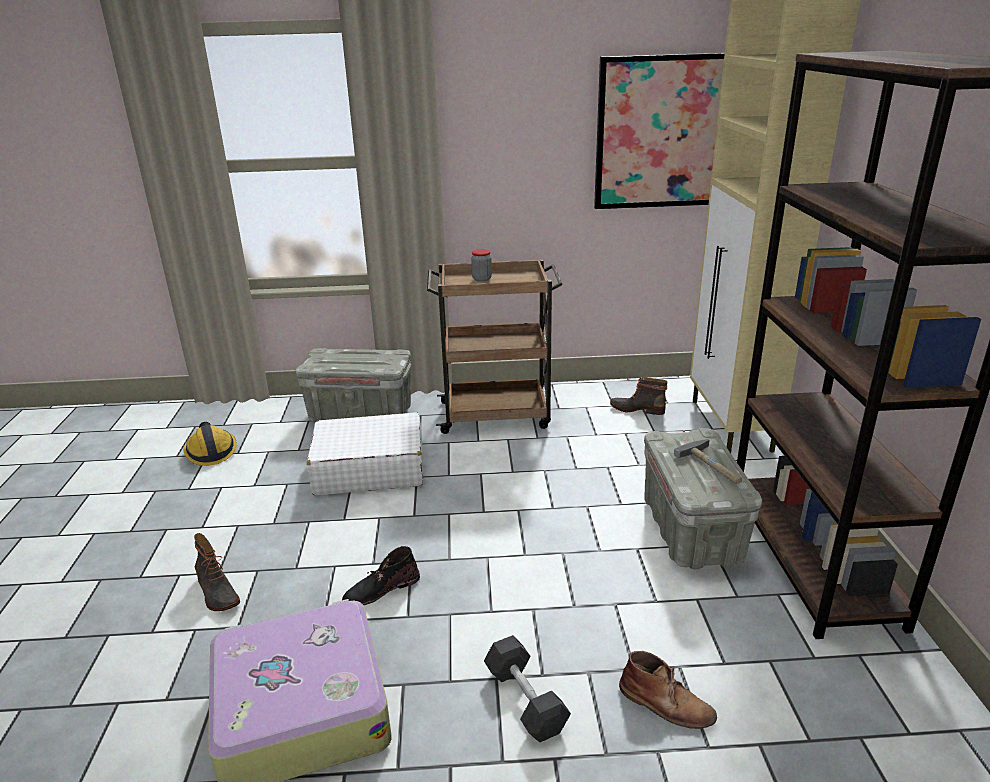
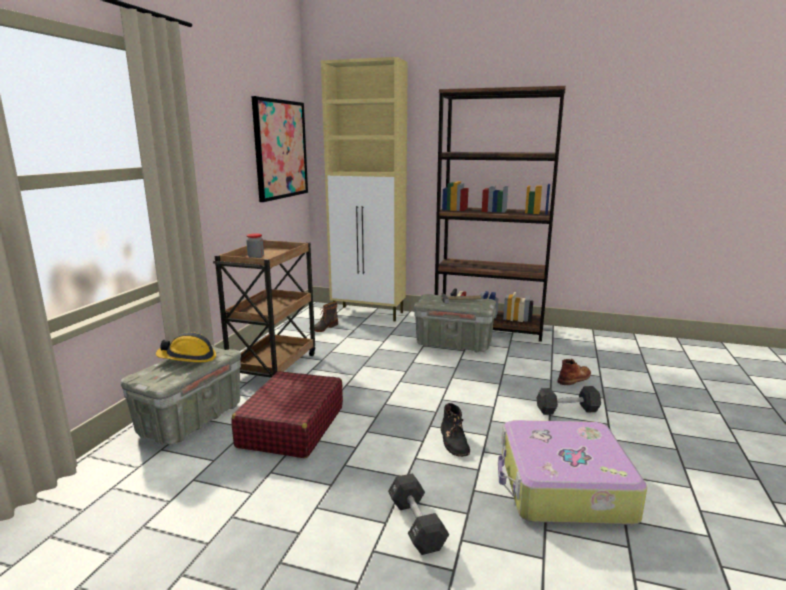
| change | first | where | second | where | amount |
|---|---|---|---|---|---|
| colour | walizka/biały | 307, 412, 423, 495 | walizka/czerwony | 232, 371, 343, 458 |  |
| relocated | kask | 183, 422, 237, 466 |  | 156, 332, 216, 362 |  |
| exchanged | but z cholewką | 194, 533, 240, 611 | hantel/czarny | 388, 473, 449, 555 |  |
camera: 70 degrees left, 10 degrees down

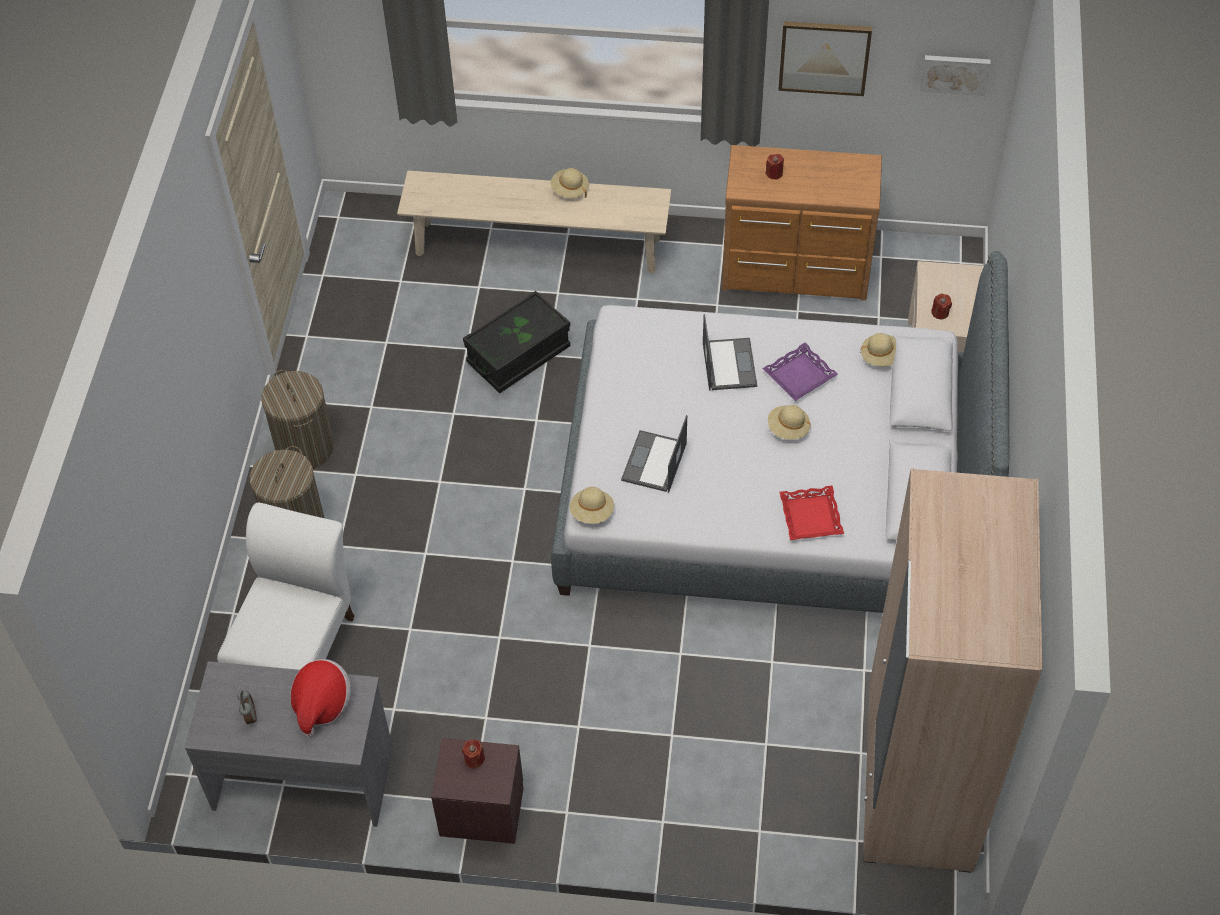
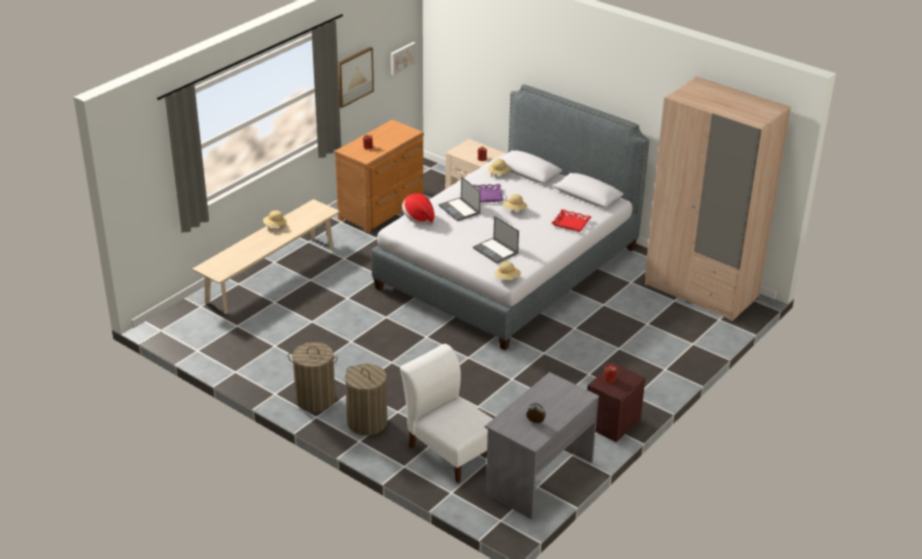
| change | first | where | second | where | amount |
|---|---|---|---|---|---|
| missing | pojemnik do przechowywania/czarny | 463, 291, 570, 393 |  |  |  |
| spun | laptop | 703, 314, 757, 390 |  | 439, 176, 481, 221 | 150 degrees counterclockwise |
| relocated | kapelusz | 290, 659, 351, 737 |  | 402, 193, 435, 225 |  |
camera: 60 degrees left, 20 degrees down

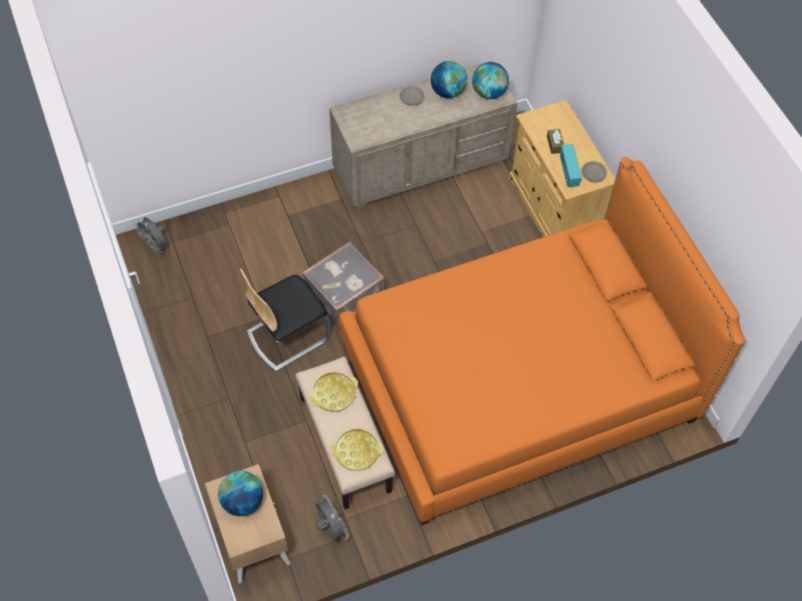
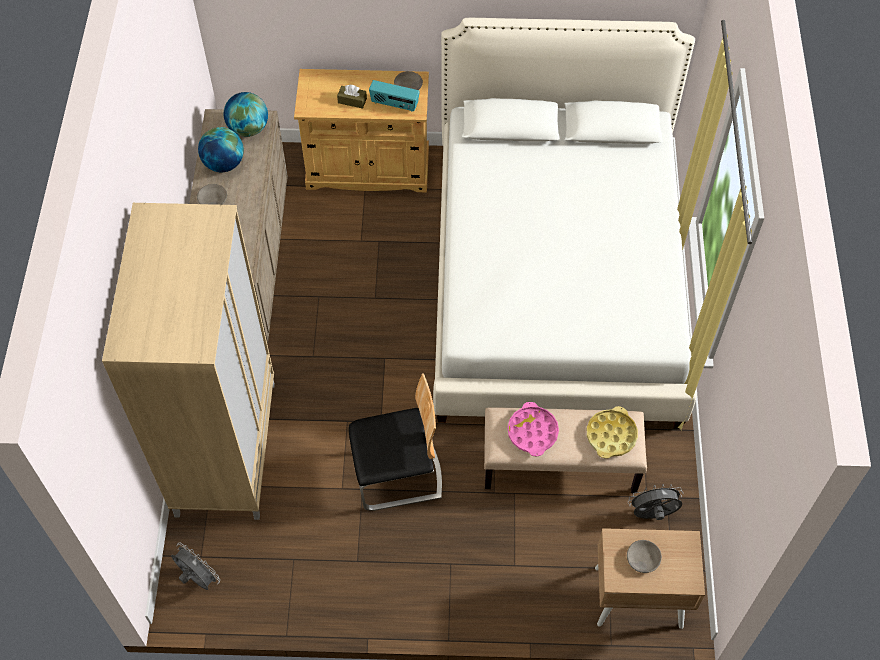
| change | first | where | second | where | amount |
|---|---|---|---|---|---|
| colour | łóżko/pomarańczowy | 339, 157, 745, 525 | łóżko/biały | 433, 18, 697, 429 |  |
| spun | wentylator/szary | 134, 217, 168, 255 |  | 171, 543, 220, 590 | 120 degrees counterclockwise |
| missing | walizka/szary | 302, 241, 384, 330 |  |  |  |
| spun | krzesło | 240, 269, 330, 372 |  | 349, 373, 442, 511 | 90 degrees counterclockwise |
| colour | taca/żółty | 310, 372, 358, 412 | taca/różowy | 508, 402, 559, 456 |  |
| exchanged | globus | 218, 471, 263, 516 | miska/szary | 627, 540, 662, 573 |  |
| appeared |  |  | szafa/beżowy | 102, 203, 275, 520 |  |
camera: 65 degrees left, 0 degrees up

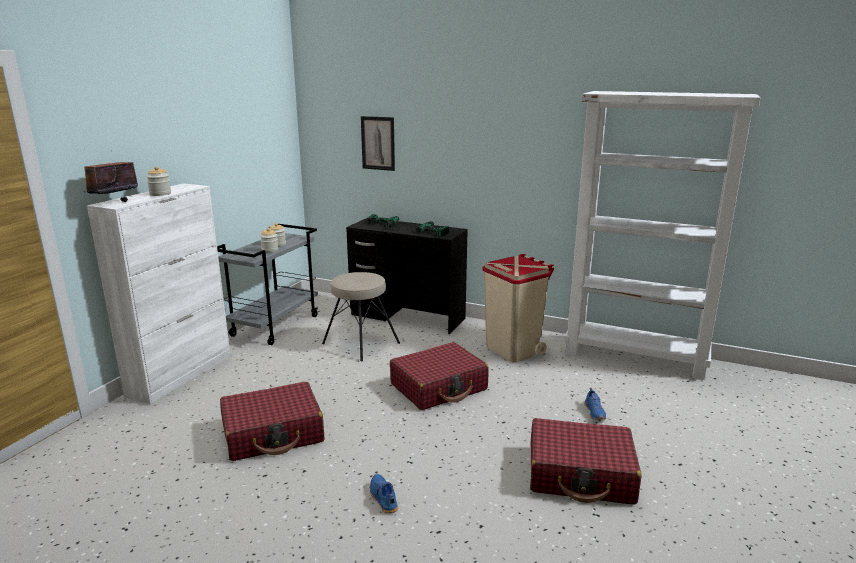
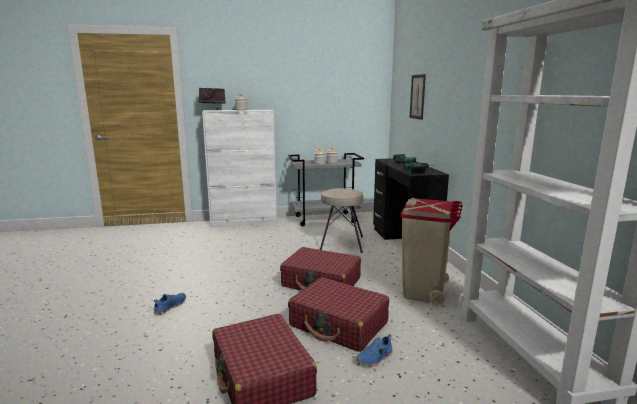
| change | first | where | second | where | amount |
|---|---|---|---|---|---|
| relocated | walizka/czerwony | 220, 382, 324, 461 |  | 288, 277, 389, 352 |  |
camera: 55 degrees right, 5 degrees down

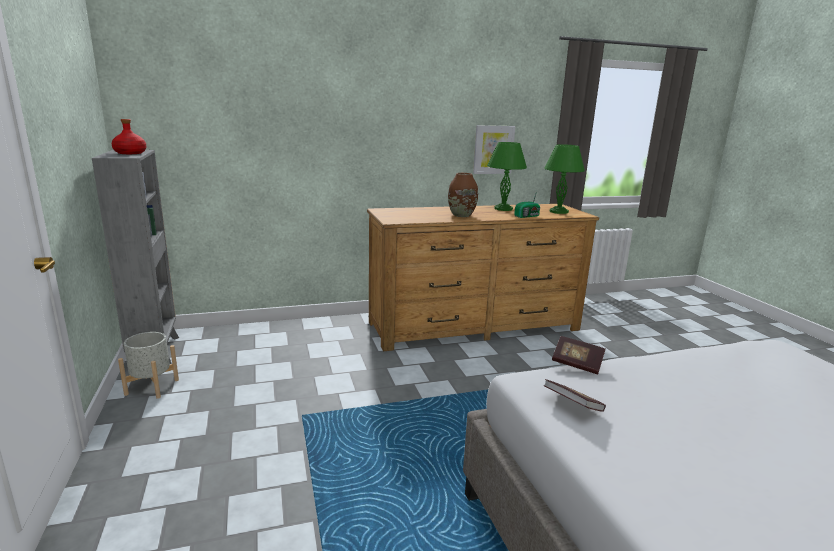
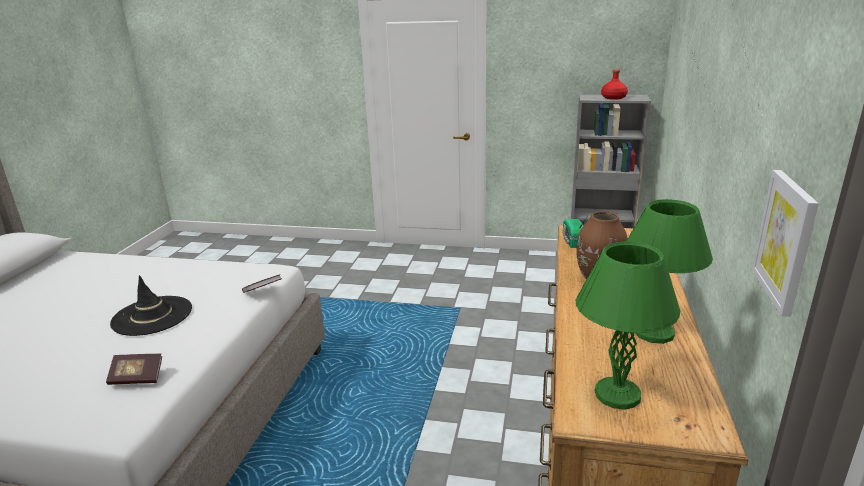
| change | first | where | second | where | amount |
|---|---|---|---|---|---|
| relocated | radio | 514, 191, 540, 218 |  | 563, 214, 589, 248 |  |
| missing | donica/szary | 118, 332, 179, 399 |  |  |  |
| relocated | książka | 544, 379, 606, 412 |  | 106, 354, 162, 385 |  |
| appeared |  |  | kapelusz/czarny | 110, 275, 192, 336 |  |
camera: 120 degrees right, 5 degrees up

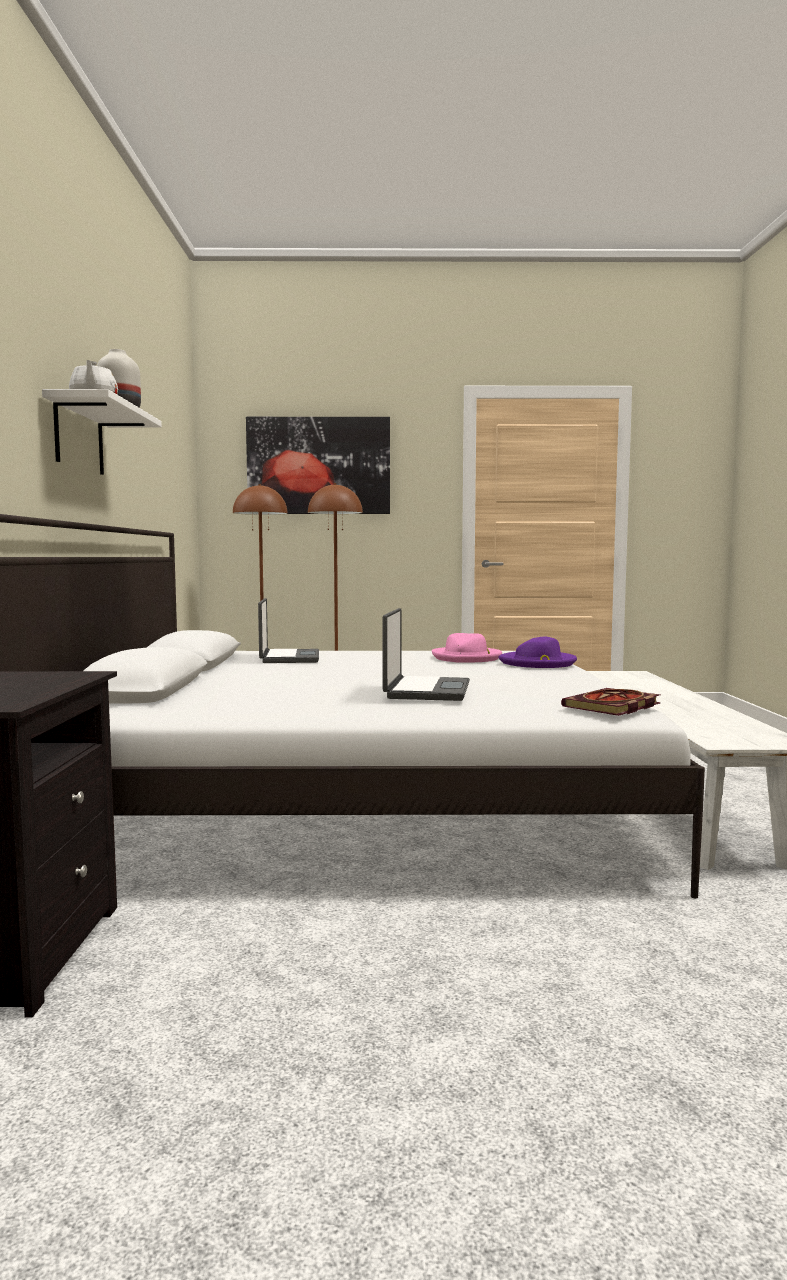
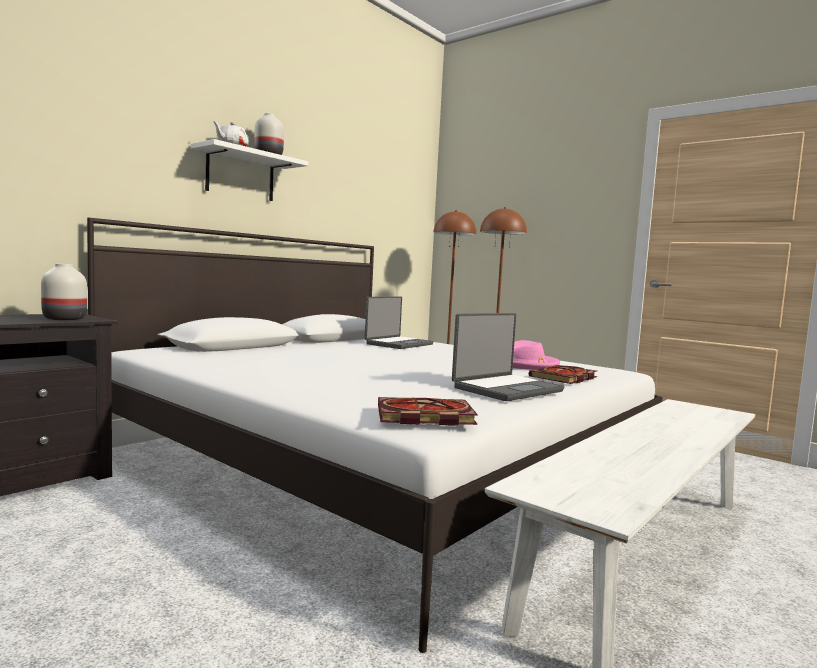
| change | first | where | second | where | amount |
|---|---|---|---|---|---|
| missing | obraz | 246, 417, 390, 514 |  |  |  |
| relocated | laptop | 382, 608, 470, 701 |  | 452, 313, 564, 401 |  |
| exchanged | kapelusz/fioletowy | 499, 637, 577, 668 | książka | 529, 365, 597, 384 |  |
| appeared |  |  | wazon/biały | 41, 264, 87, 320 |  |
camera: 40 degrees right, 0 degrees up

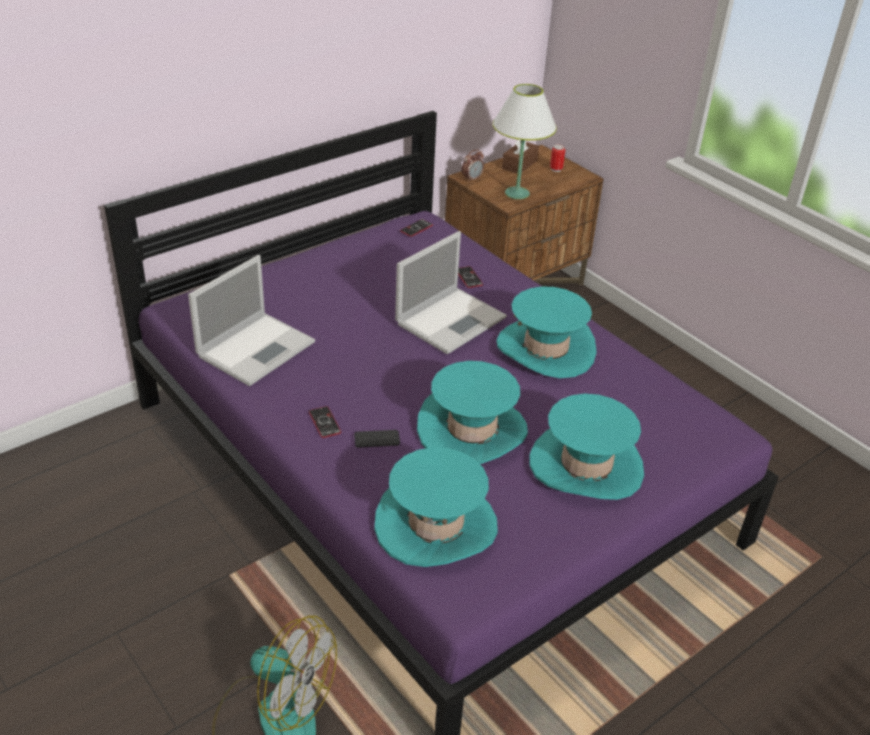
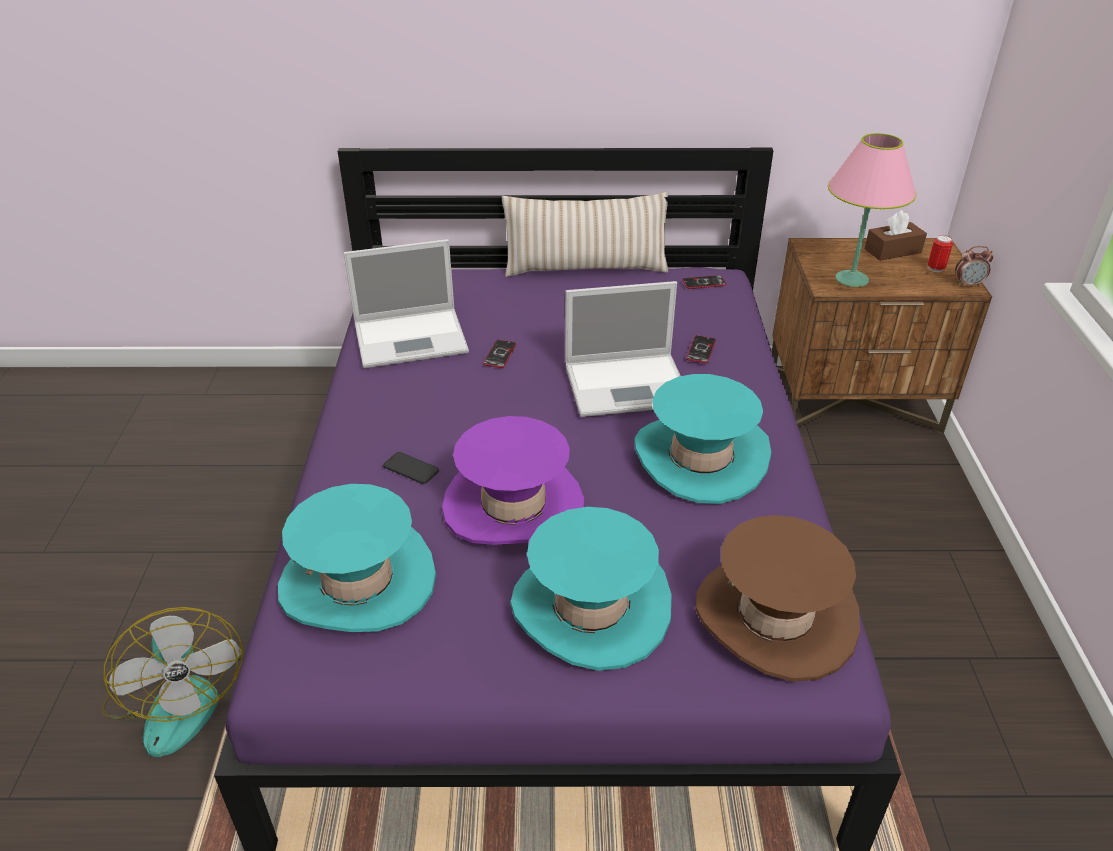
| change | first | where | second | where | amount |
|---|---|---|---|---|---|
| colour | lampa stołowa/biały | 493, 84, 557, 199 | lampa stołowa/różowy | 828, 133, 916, 287 |  |
| relocated | budzik | 462, 149, 484, 182 |  | 955, 246, 993, 287 |  |
| colour | kapelusz/turkusowy | 417, 361, 528, 464 | kapelusz/fioletowy | 442, 416, 585, 545 |  |
| relocated | telefon | 309, 406, 341, 438 |  | 483, 340, 517, 368 |  |
| appeared |  |  | poduszka/beżowy | 502, 192, 668, 277 |  |
| appeared |  |  | kapelusz/brązowy | 695, 515, 860, 682 |  |
camera: 40 degrees right, 0 degrees up

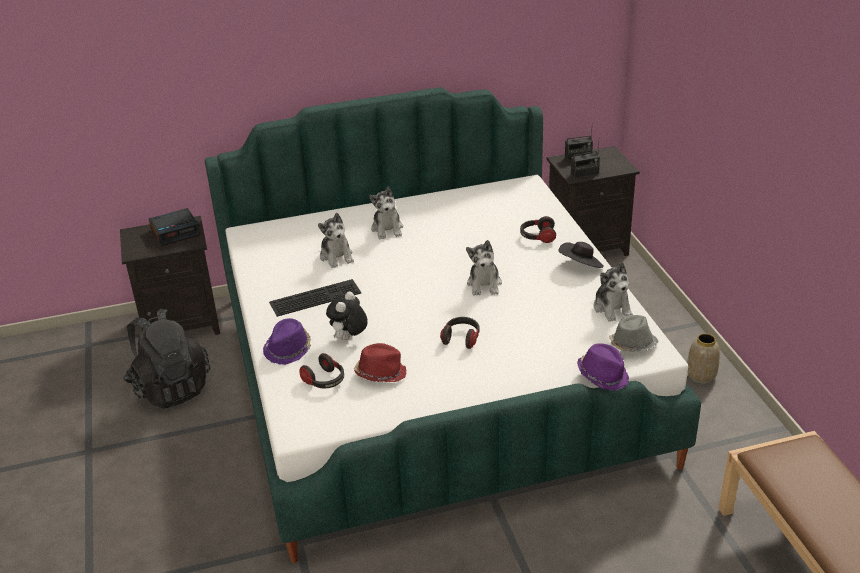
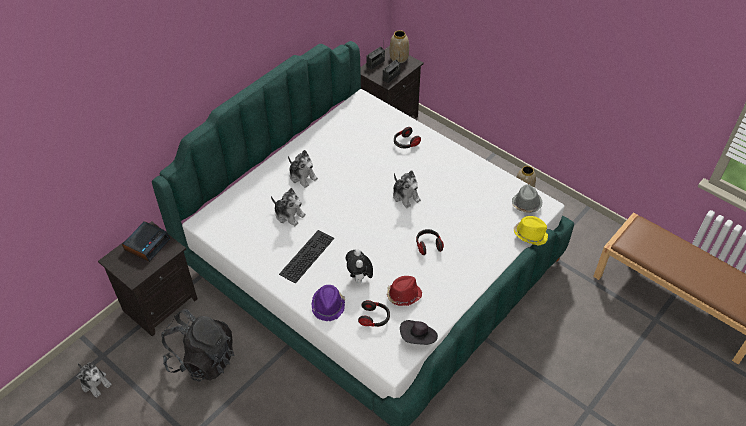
| change | first | where | second | where | amount |
|---|---|---|---|---|---|
| relocated | kapelusz/czarny | 559, 242, 604, 268 |  | 400, 320, 438, 345 |  |
| relocated | pluszak | 594, 262, 633, 322 |  | 77, 362, 112, 398 |  |
| colour | kapelusz/fioletowy | 577, 343, 629, 391 | kapelusz/żółty | 514, 216, 548, 245 |  |
| appeared |  |  | wazon | 389, 30, 409, 63 |  |
camera: 35 degrees left, 15 degrees up

